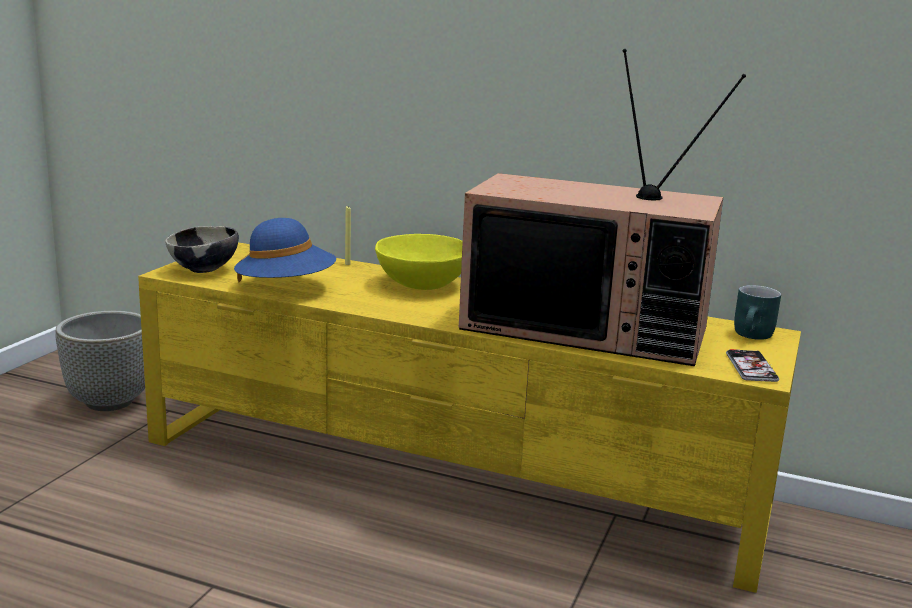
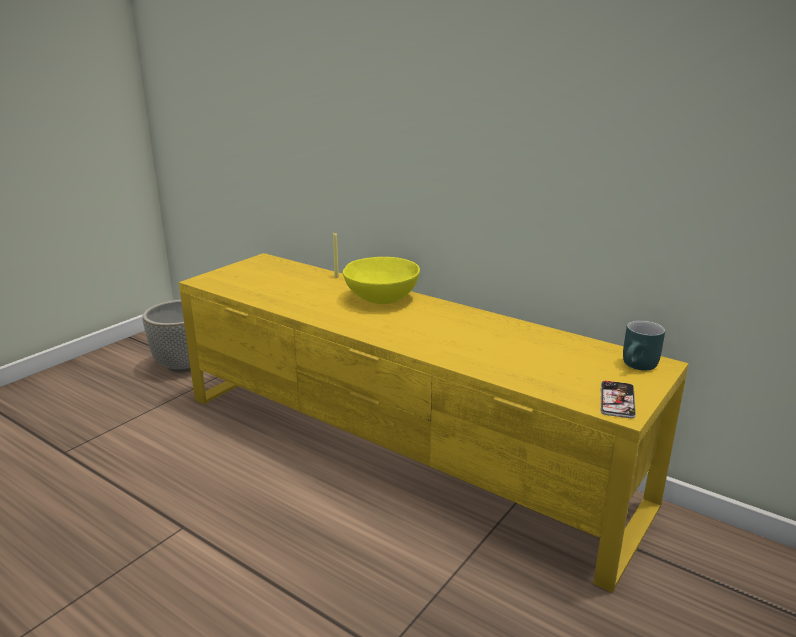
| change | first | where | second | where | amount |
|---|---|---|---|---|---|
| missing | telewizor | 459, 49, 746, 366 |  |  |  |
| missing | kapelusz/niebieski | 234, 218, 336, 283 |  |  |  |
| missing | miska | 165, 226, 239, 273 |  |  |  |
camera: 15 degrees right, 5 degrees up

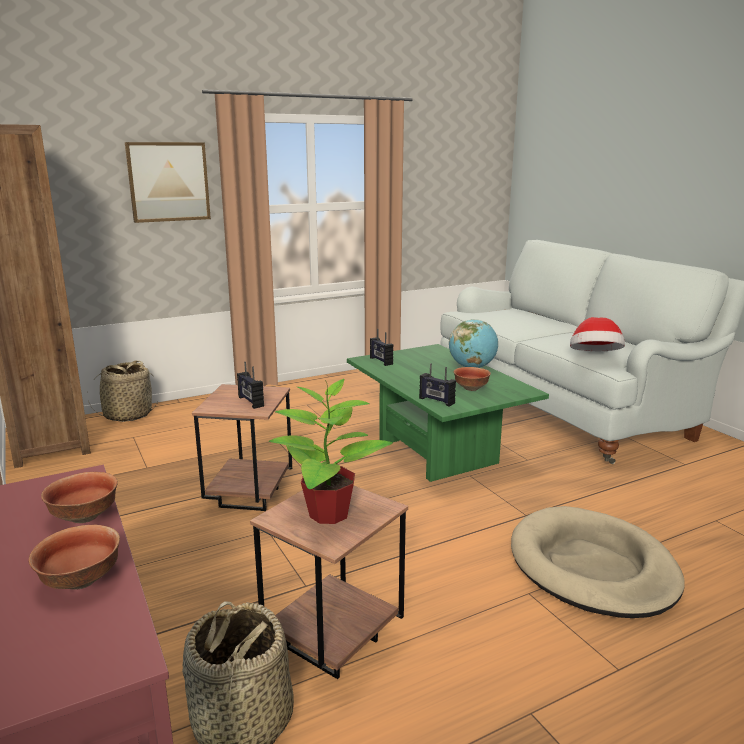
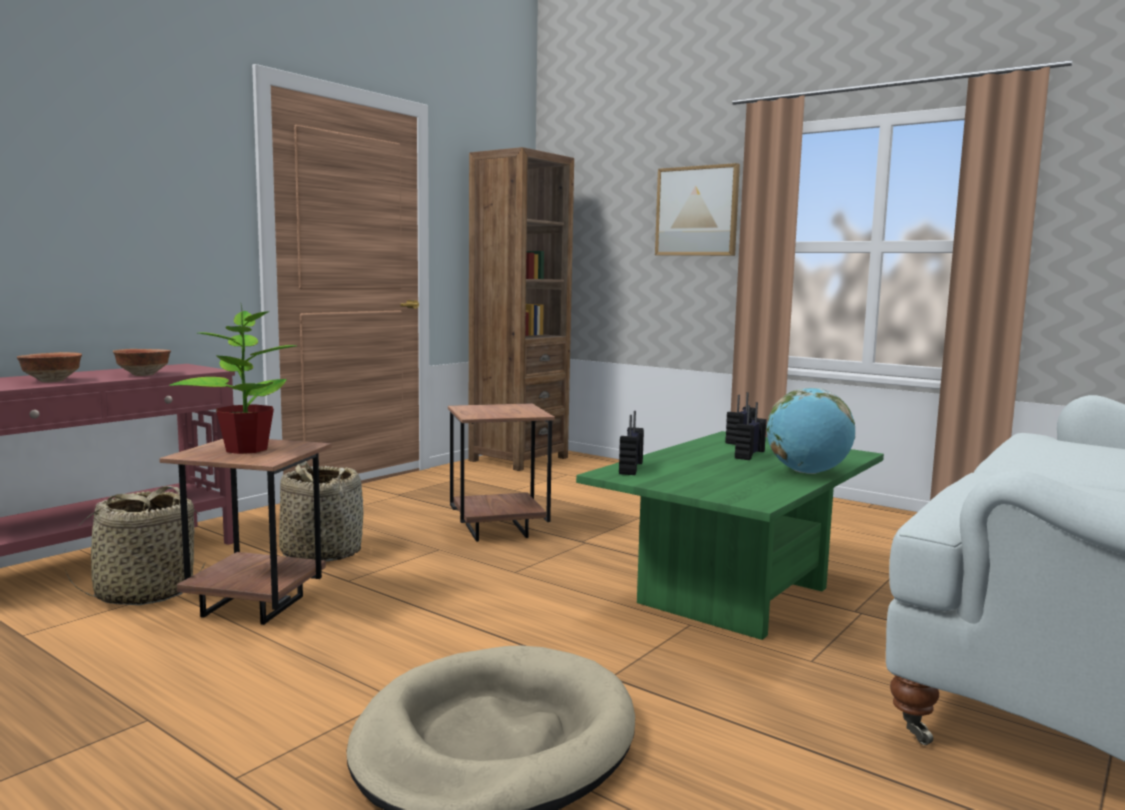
| change | first | where | second | where | amount |
|---|---|---|---|---|---|
| missing | kapelusz | 570, 317, 625, 351 |  |  |  |
| relocated | koszyk | 88, 360, 158, 422 |  | 279, 461, 363, 562 |  |
| relocated | radio | 237, 362, 264, 409 |  | 735, 402, 767, 460 |  |
| missing | miska | 454, 367, 491, 391 |  |  |  |
camera: 65 degrees right, 10 degrees down

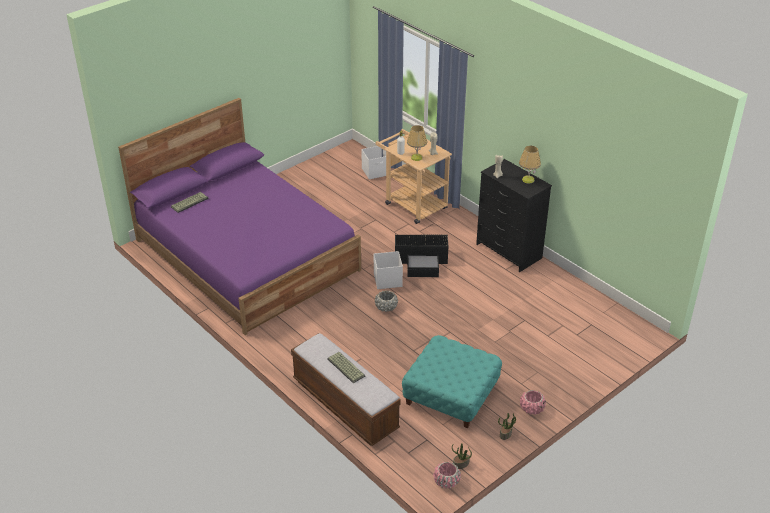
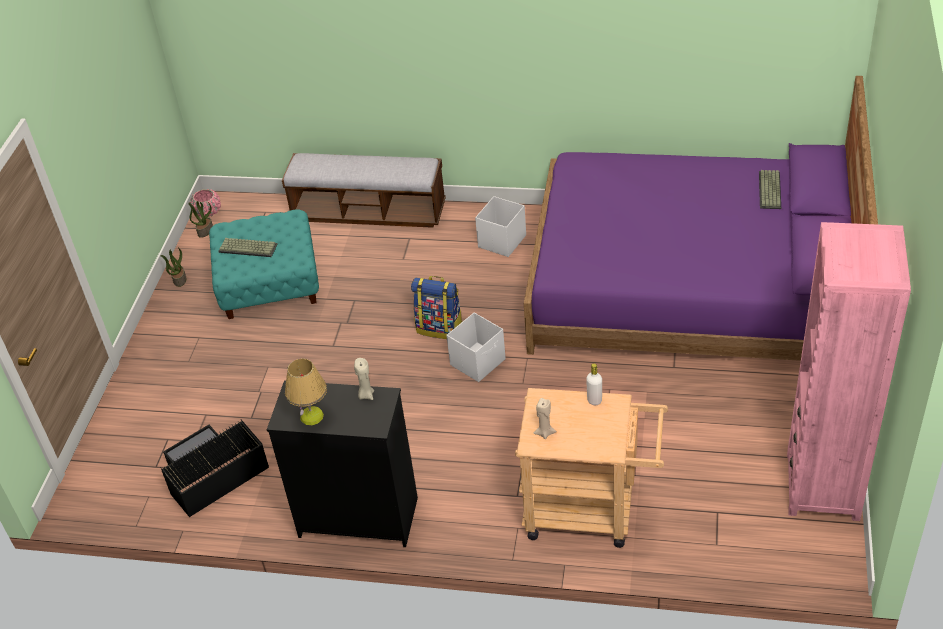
| change | first | where | second | where | amount |
|---|---|---|---|---|---|
| missing | lampa stołowa | 407, 125, 427, 161 |  |  |  |
| relocated | pojemnik do przechowywania/biały | 361, 146, 386, 179 |  | 475, 196, 526, 257 |  |
| relocated | pojemnik do przechowywania/czarny | 395, 234, 448, 277 |  | 160, 420, 269, 517 |  |
| exchanged | donica/szary | 375, 290, 398, 312 | plecak | 411, 276, 462, 339 |  |
| relocated | klawiatura | 327, 352, 365, 383 |  | 218, 238, 278, 257 |  |
| missing | donica/różowy | 520, 390, 546, 415 |  |  |  |
| appeared |  |  | regał/różowy | 787, 222, 911, 521 |  |
camera: 145 degrees right, 5 degrees up

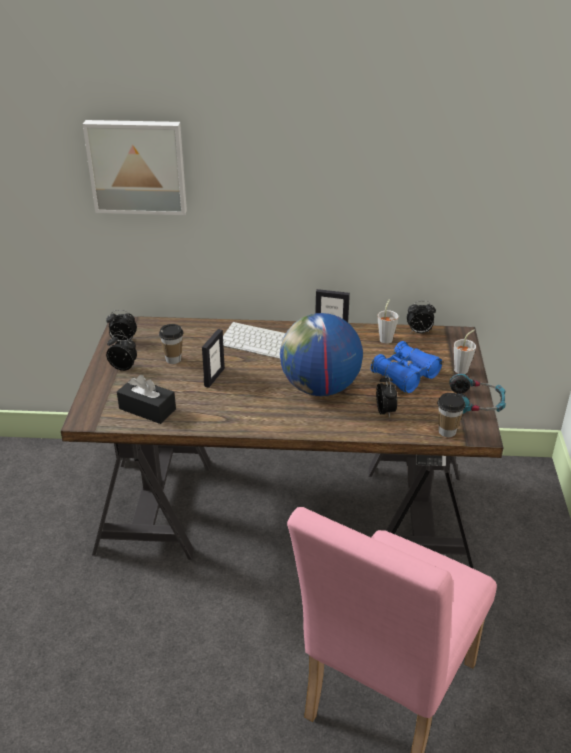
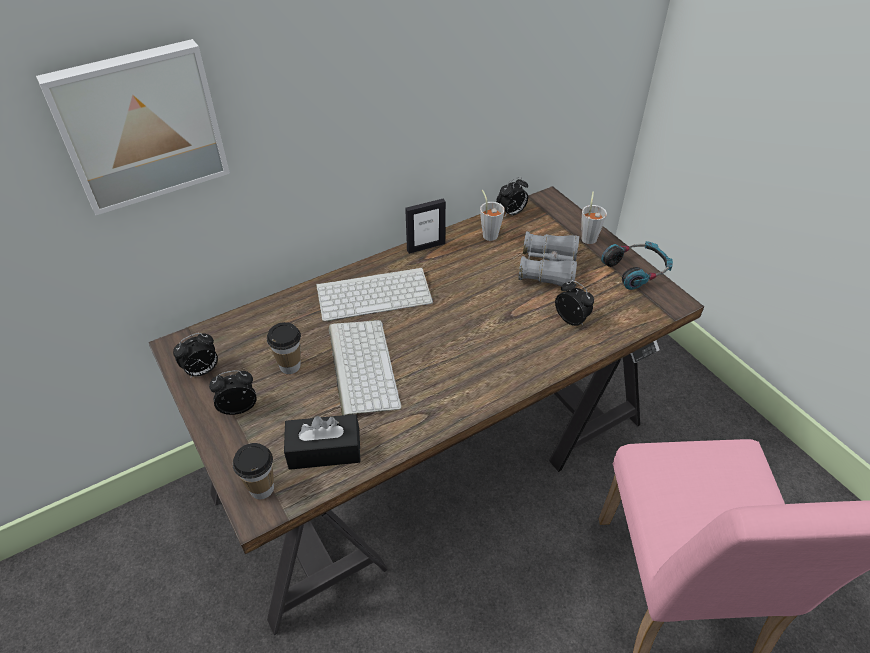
| change | first | where | second | where | amount |
|---|---|---|---|---|---|
| missing | globus | 280, 313, 363, 396 |  |  |  |
| exchanged | ramka na zdjęcie | 202, 329, 225, 388 | klawiatura | 328, 320, 401, 415 |  |
| colour | lornetka/niebieski | 370, 341, 442, 393 | lornetka/szary | 518, 231, 579, 286 |  |
| relocated | filiżanka | 437, 393, 465, 437 |  | 233, 443, 274, 499 |  |
camera: 35 degrees left, 10 degrees up

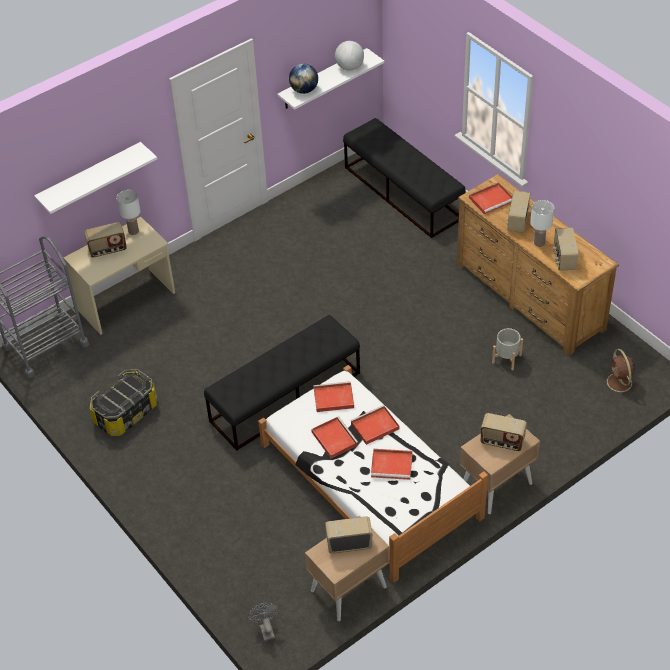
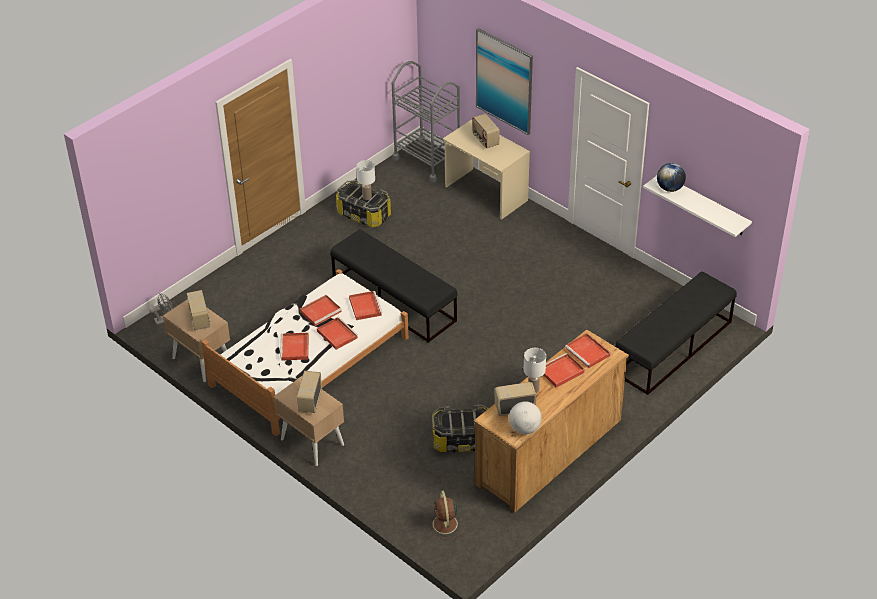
| change | first | where | second | where | amount |
|---|---|---|---|---|---|
| relocated | globus | 335, 41, 364, 71 |  | 509, 401, 542, 434 |  |
| exchanged | półka/biały | 34, 142, 157, 214 | obraz | 476, 28, 533, 135 |  |
| relocated | lampa stołowa/biały | 116, 190, 140, 235 |  | 356, 160, 375, 200 |  |
| exchanged | radio | 506, 190, 530, 233 | taca/czerwony | 543, 353, 585, 388 |  |
| exchanged | donica/szary | 492, 328, 523, 370 | pojemnik do przechowywania | 432, 405, 489, 452 |  |
| spun | wentylator/brązowy | 601, 349, 639, 397 |  | 427, 491, 464, 539 | 75 degrees counterclockwise |
camera: 80 degrees right, 5 degrees down

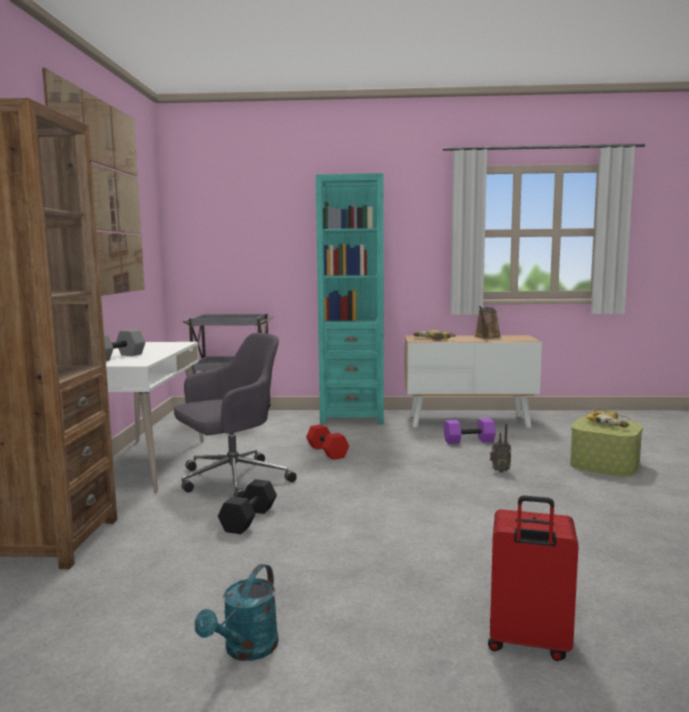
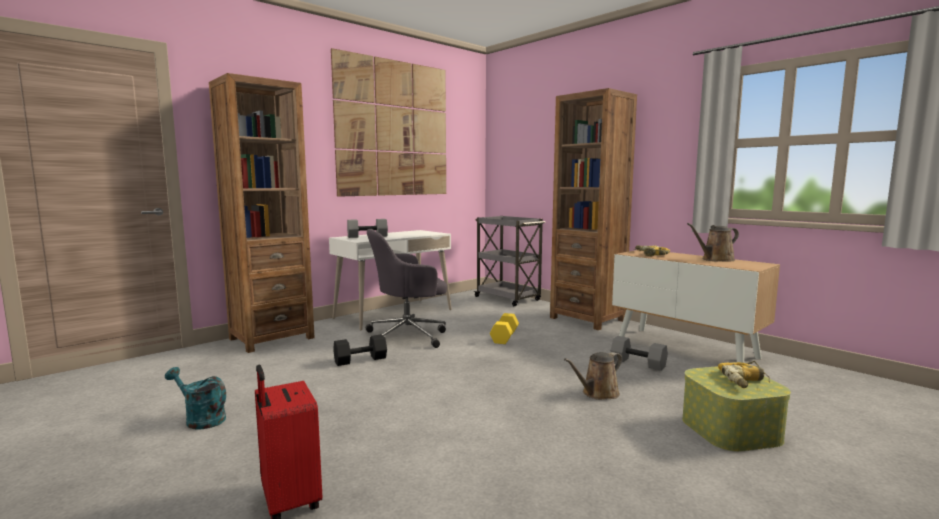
| change | first | where | second | where | amount |
|---|---|---|---|---|---|
| colour | regał/turkusowy | 316, 173, 384, 425 | regał/brązowy | 550, 88, 637, 330 |  |
| spun | krzesło biurowe/szary | 174, 333, 297, 498 |  | 366, 229, 447, 348 | 150 degrees clockwise |
| colour | hantel/fioletowy | 444, 418, 496, 444 | hantel/szary | 611, 336, 668, 371 |  |
| colour | hantel/czerwony | 306, 424, 349, 460 | hantel/żółty | 490, 313, 519, 344 |  |
| exchanged | radio | 490, 424, 511, 473 | konewka/brązowy | 564, 352, 622, 400 |  |
| spun | konewka/turkusowy | 194, 564, 279, 661 |  | 165, 367, 226, 430 | 45 degrees clockwise |
camera: 45 degrees right, 0 degrees up

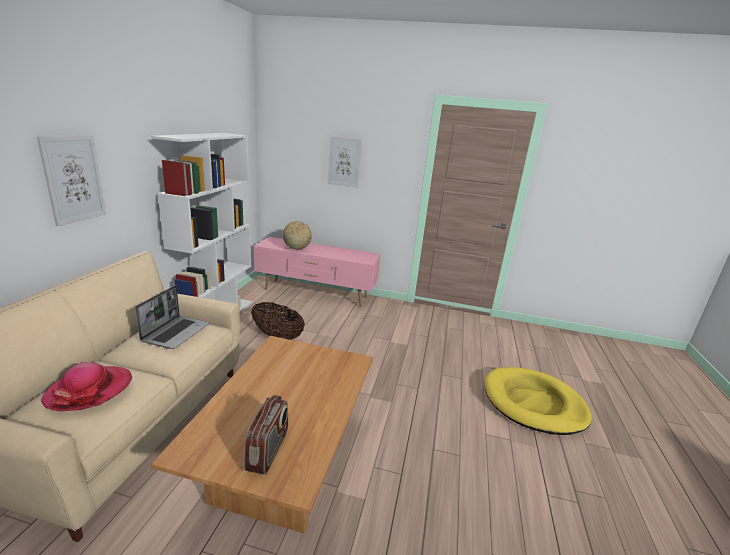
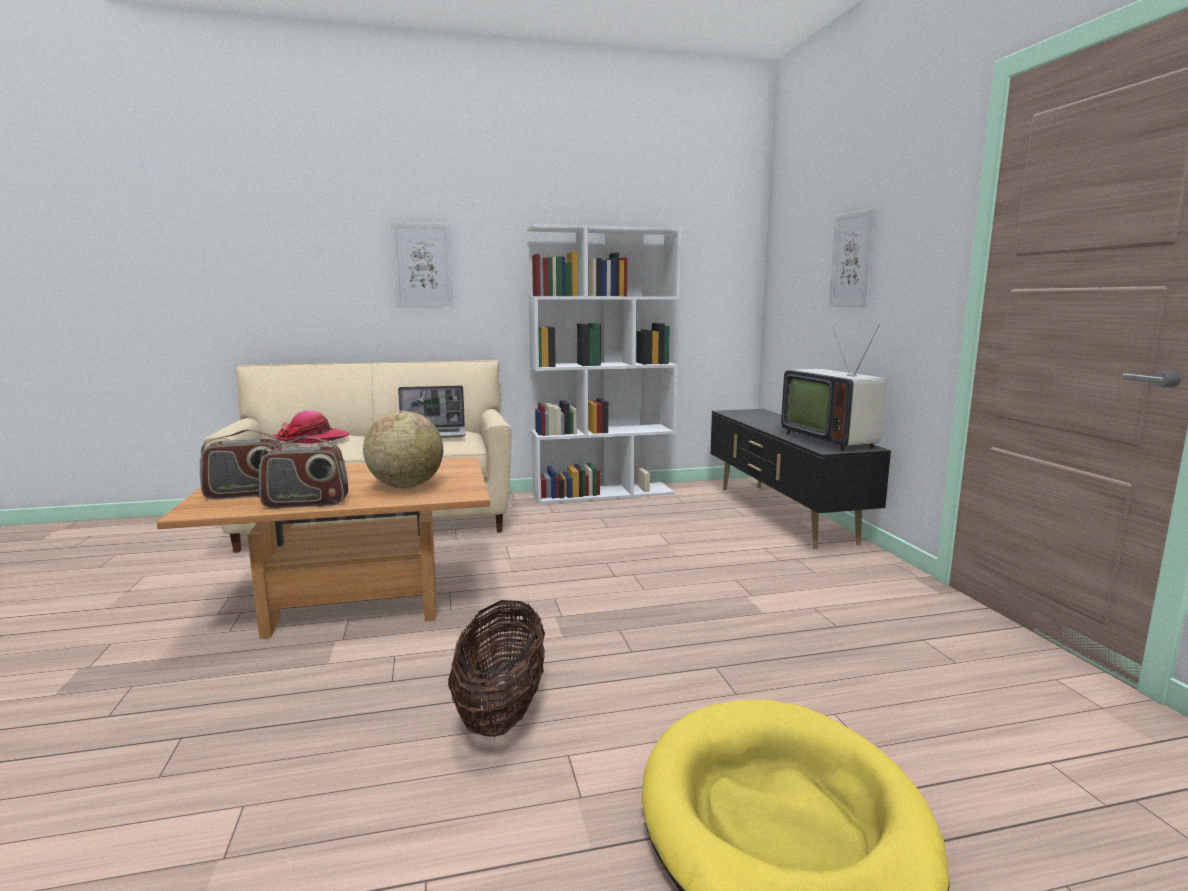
| change | first | where | second | where | amount |
|---|---|---|---|---|---|
| relocated | globus | 283, 221, 312, 250 |  | 363, 411, 443, 488 |  |
| colour | szafka pod telewizor/różowy | 254, 237, 381, 307 | szafka pod telewizor/czarny | 710, 409, 891, 549 |  |
| relocated | koszyk | 251, 302, 305, 340 |  | 448, 600, 545, 737 |  |
| appeared |  |  | telewizor | 781, 325, 886, 451 |  |
| appeared |  |  | radio | 259, 436, 348, 508 |  |
camera: 65 degrees right, 10 degrees down

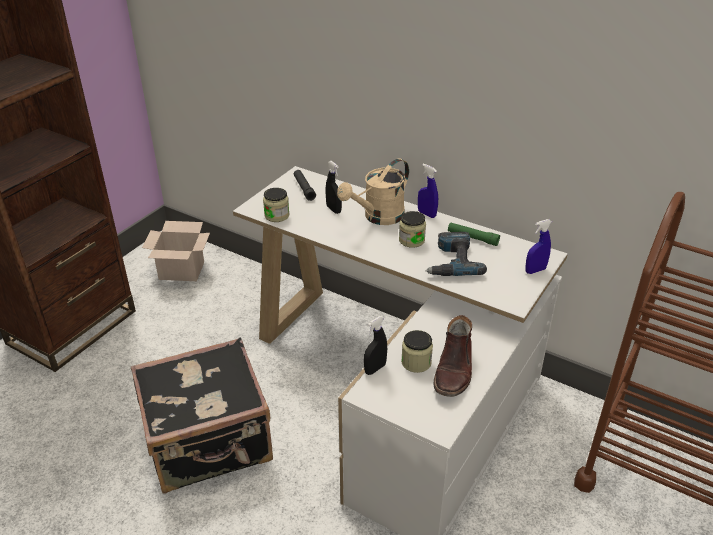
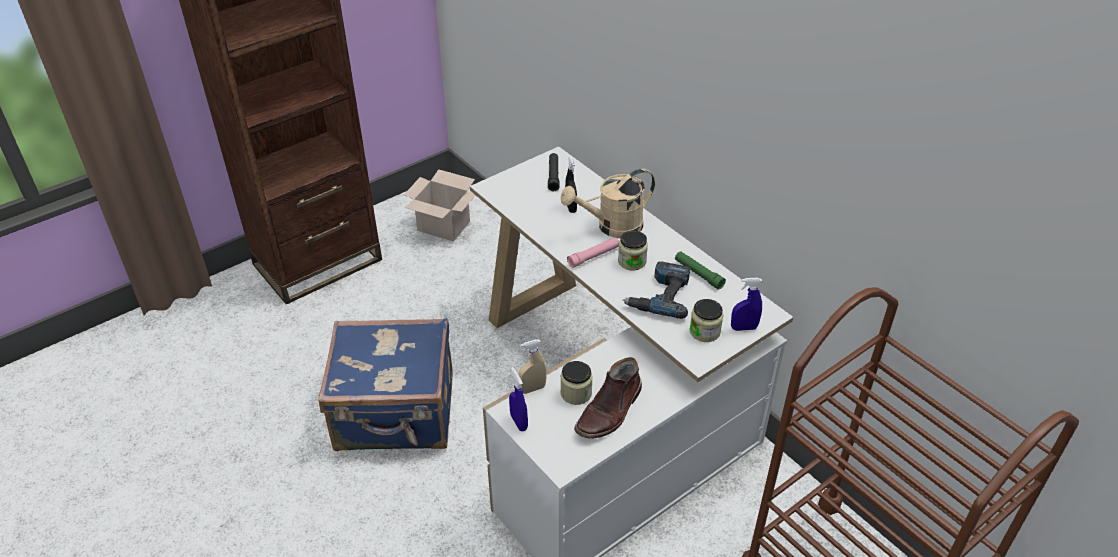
| change | first | where | second | where | amount |
|---|---|---|---|---|---|
| relocated | spryskiwacz/niebieski | 418, 164, 438, 218 |  | 509, 367, 528, 431 |  |
| relocated | słoik | 263, 188, 289, 222 |  | 690, 299, 723, 342 |  |
| colour | spryskiwacz/czarny | 364, 316, 387, 375 | spryskiwacz/beżowy | 518, 339, 547, 394 |  |
| colour | walizka/czarny | 131, 338, 273, 494 | walizka/niebieski | 318, 318, 453, 451 |  |
| appeared |  |  | latarka/różowy | 567, 237, 619, 268 |  |
camera: 20 degrees right, 5 degrees up

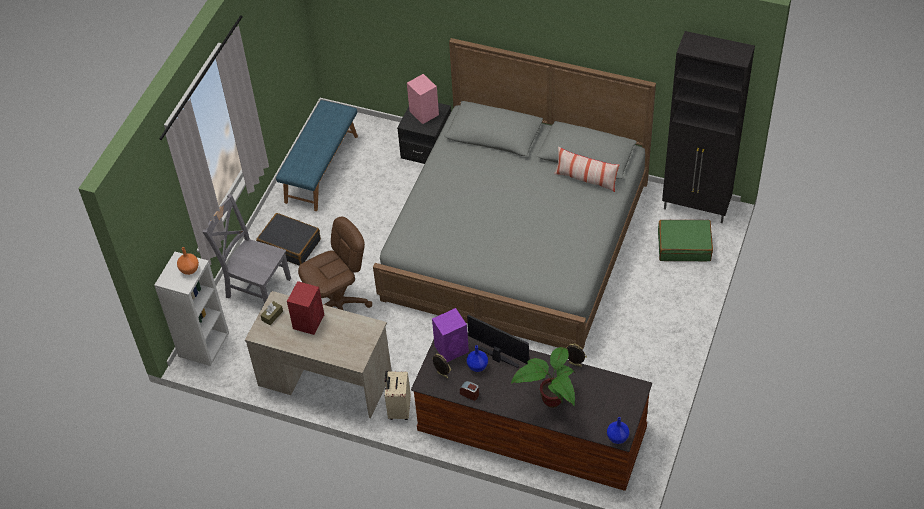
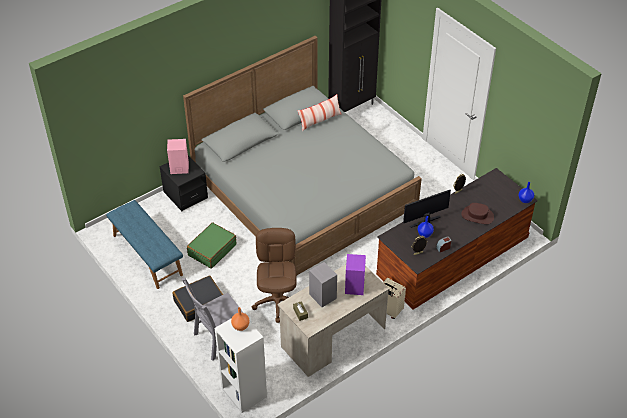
| change | first | where | second | where | amount |
|---|---|---|---|---|---|
| relocated | walizka/zielony | 658, 220, 713, 261 |  | 187, 223, 236, 269 |  |
| colour | głośnik/czerwony | 287, 281, 324, 335 | głośnik/szary | 309, 262, 337, 307 |  |
| relocated | głośnik/fioletowy | 432, 308, 469, 362 |  | 345, 254, 366, 295 |  |
| exchanged | roślina doniczkowa | 511, 347, 575, 408 | kapelusz/brązowy | 462, 203, 494, 224 |  |
camera: 60 degrees left, 5 degrees down

